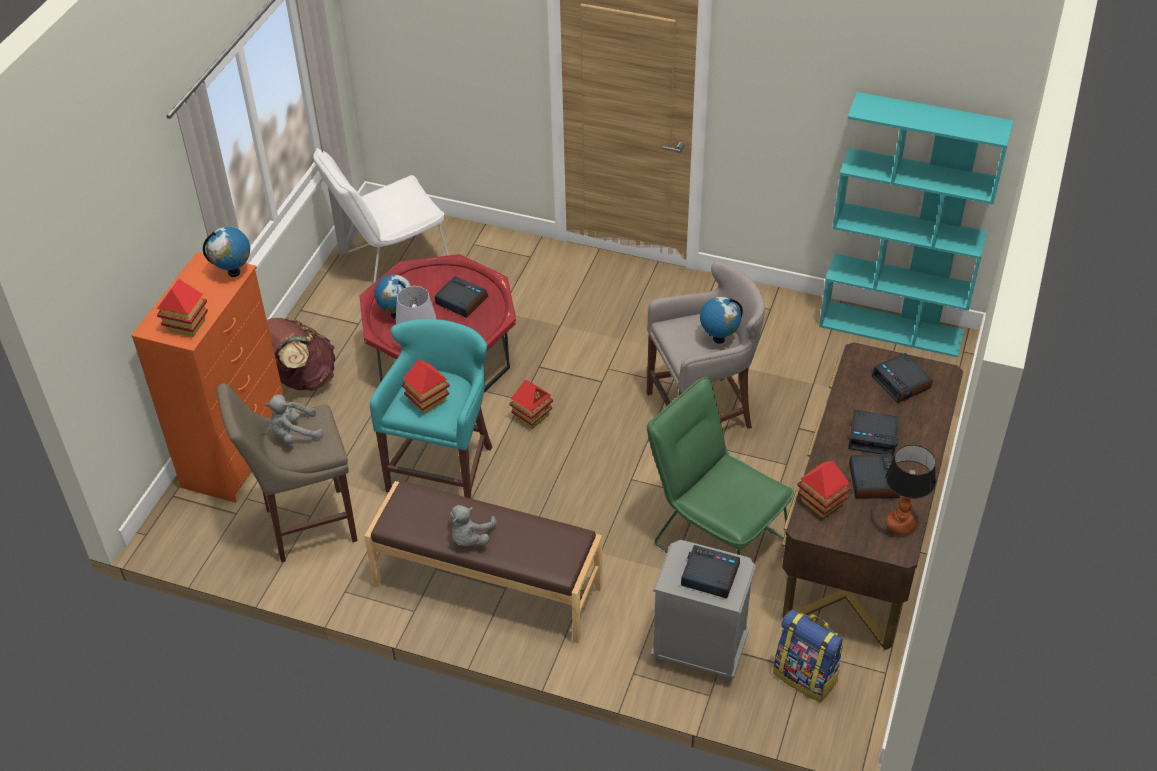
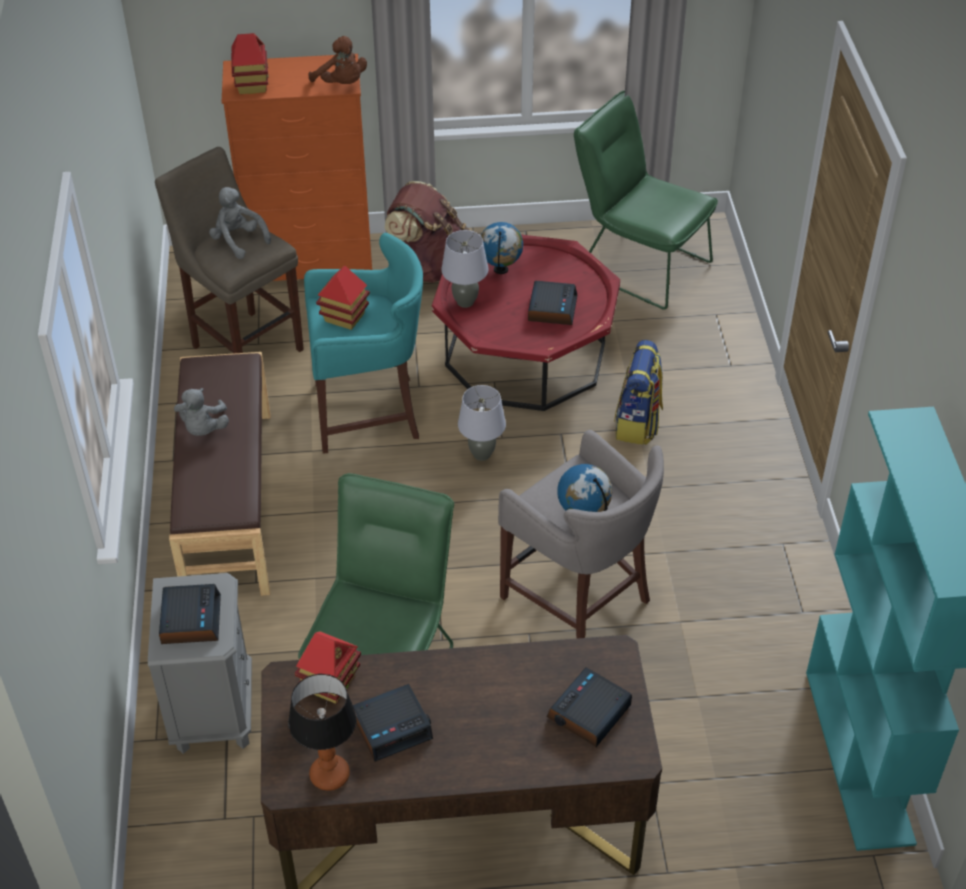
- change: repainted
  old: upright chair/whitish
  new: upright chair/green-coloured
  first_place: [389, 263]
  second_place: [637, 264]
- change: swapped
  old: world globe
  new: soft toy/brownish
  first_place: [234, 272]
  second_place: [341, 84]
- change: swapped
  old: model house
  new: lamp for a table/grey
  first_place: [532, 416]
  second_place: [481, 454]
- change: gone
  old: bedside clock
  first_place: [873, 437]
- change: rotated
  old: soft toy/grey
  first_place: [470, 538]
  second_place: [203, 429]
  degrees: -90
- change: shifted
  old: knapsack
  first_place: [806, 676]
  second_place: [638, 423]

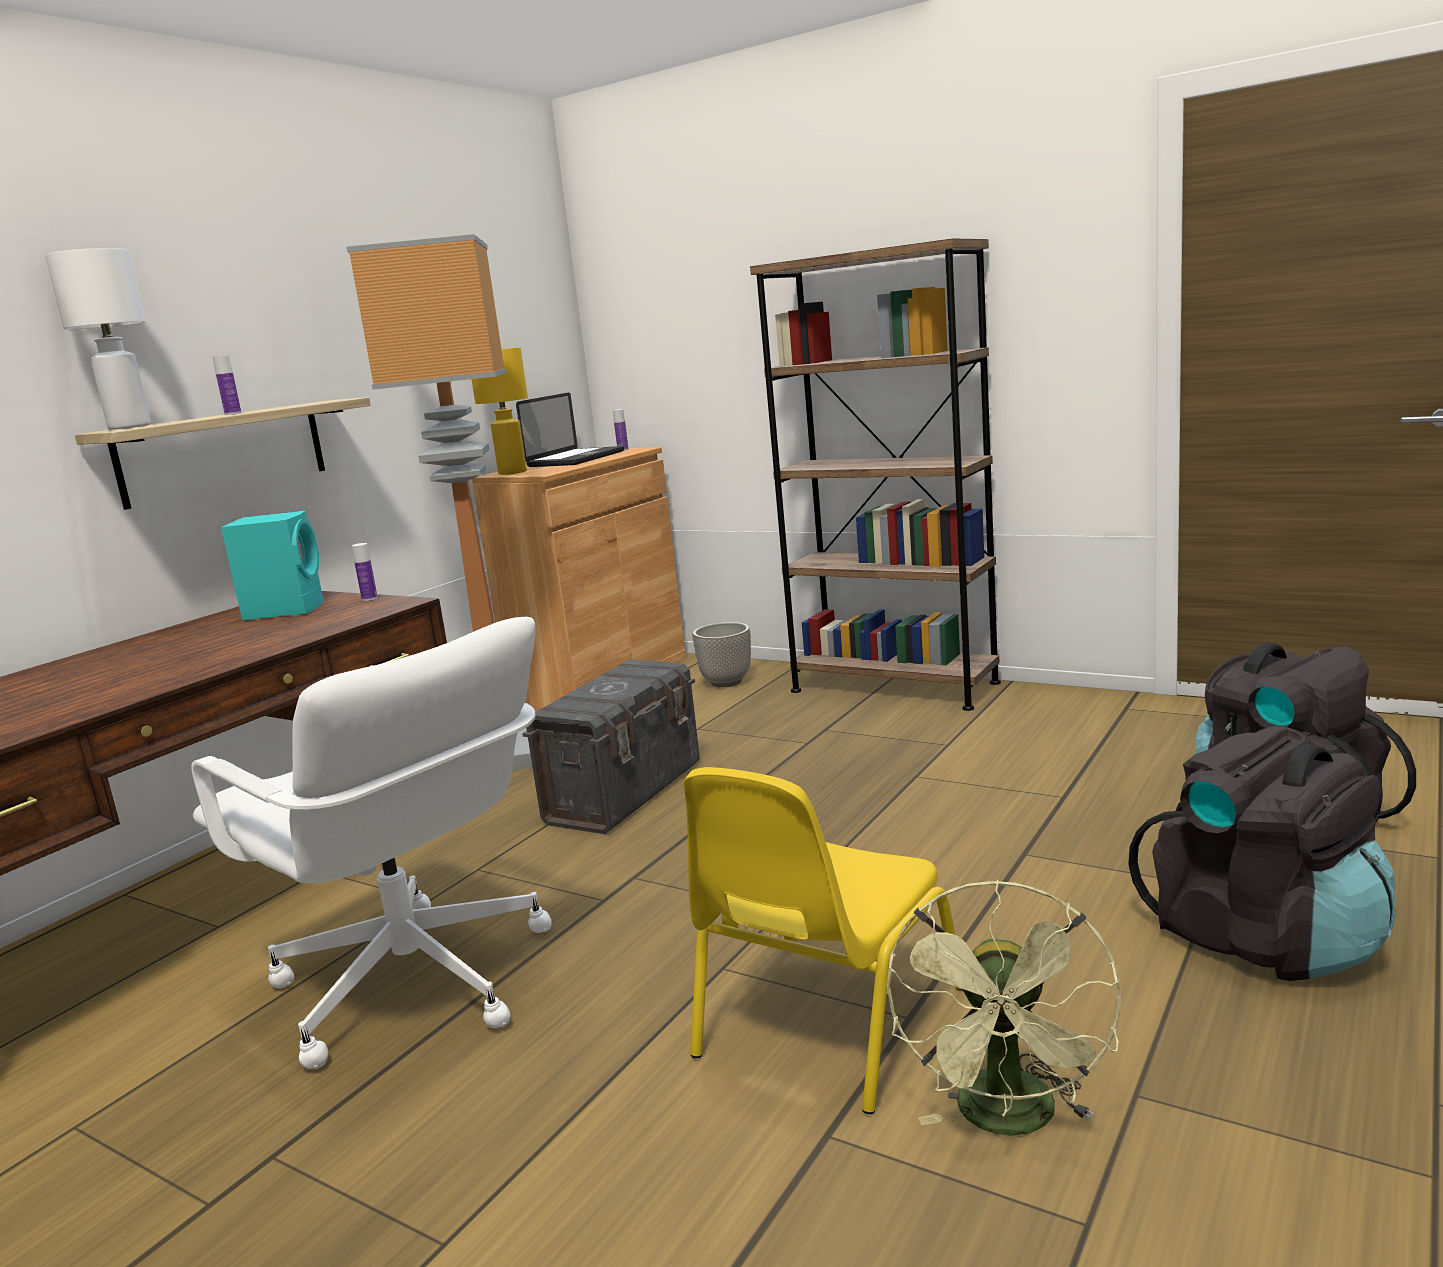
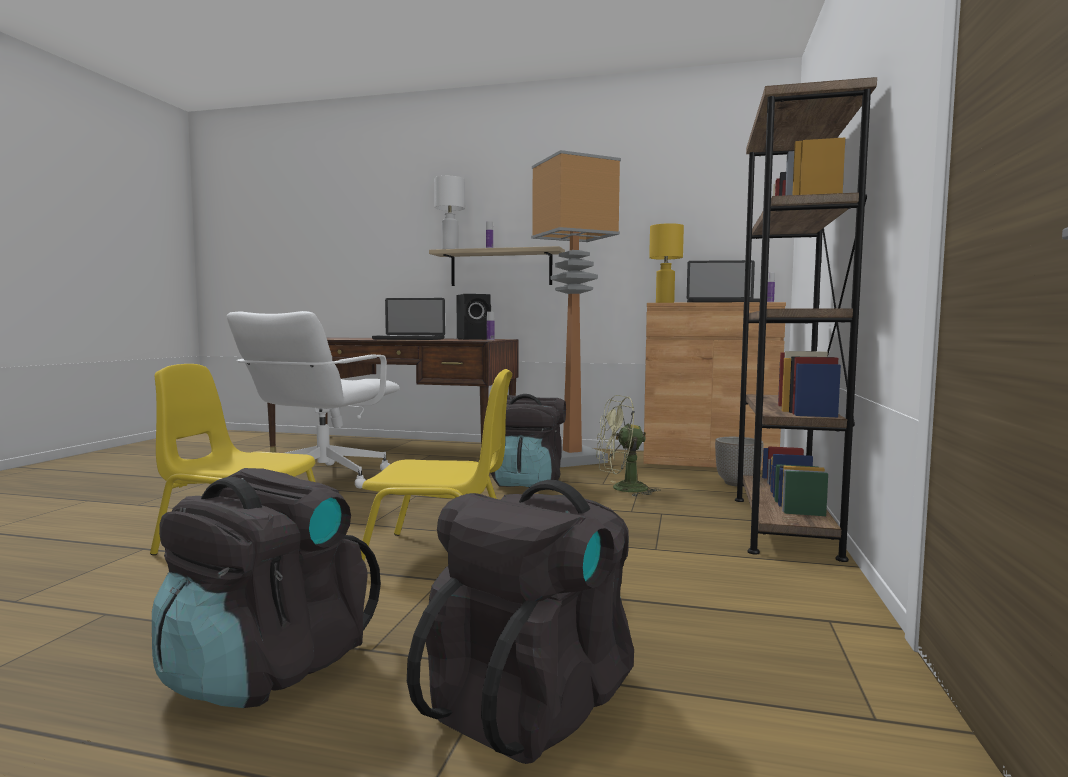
- change: repainted
  old: speaker/blue-green
  new: speaker/blackish
  first_place: [286, 610]
  second_place: [474, 339]
- change: swapped
  old: storage box/grey
  new: knapsack/blackish
  first_place: [625, 792]
  second_place: [527, 483]
- change: shifted
  old: electric fan/green-coloured
  first_place: [1011, 1121]
  second_place: [622, 489]
- change: new
  new: portable computer
  second_place: [409, 339]
- change: new
  new: upright chair/yellow
  second_place: [441, 557]

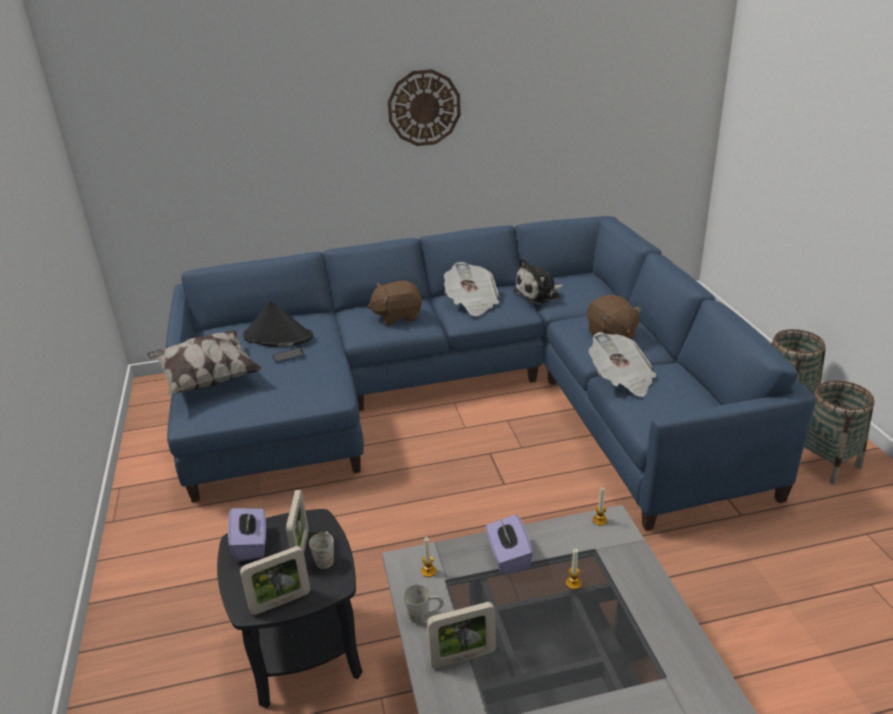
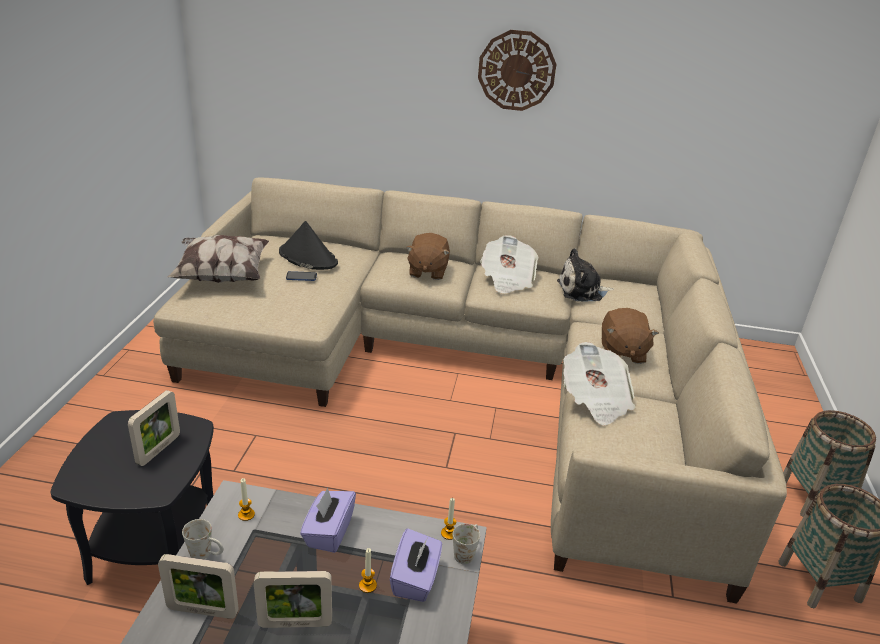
- change: repainted
  old: settee/blue-coloured
  new: settee/sand-coloured
  first_place: [464, 397]
  second_place: [471, 372]
- change: rotated
  old: soft toy/brownish
  first_place: [397, 316]
  second_place: [427, 271]
  degrees: -90
- change: shifted
  old: box of tissues/purplish
  first_place: [251, 545]
  second_place: [416, 579]
- change: shifted
  old: mug/whitish
  first_place: [325, 558]
  second_place: [466, 552]
- change: shifted
  old: photo frame
  first_place: [280, 602]
  second_place: [295, 623]

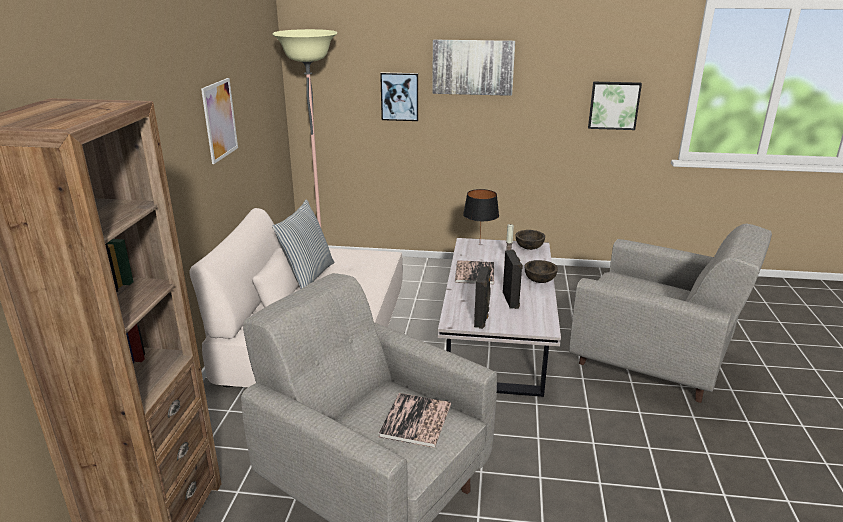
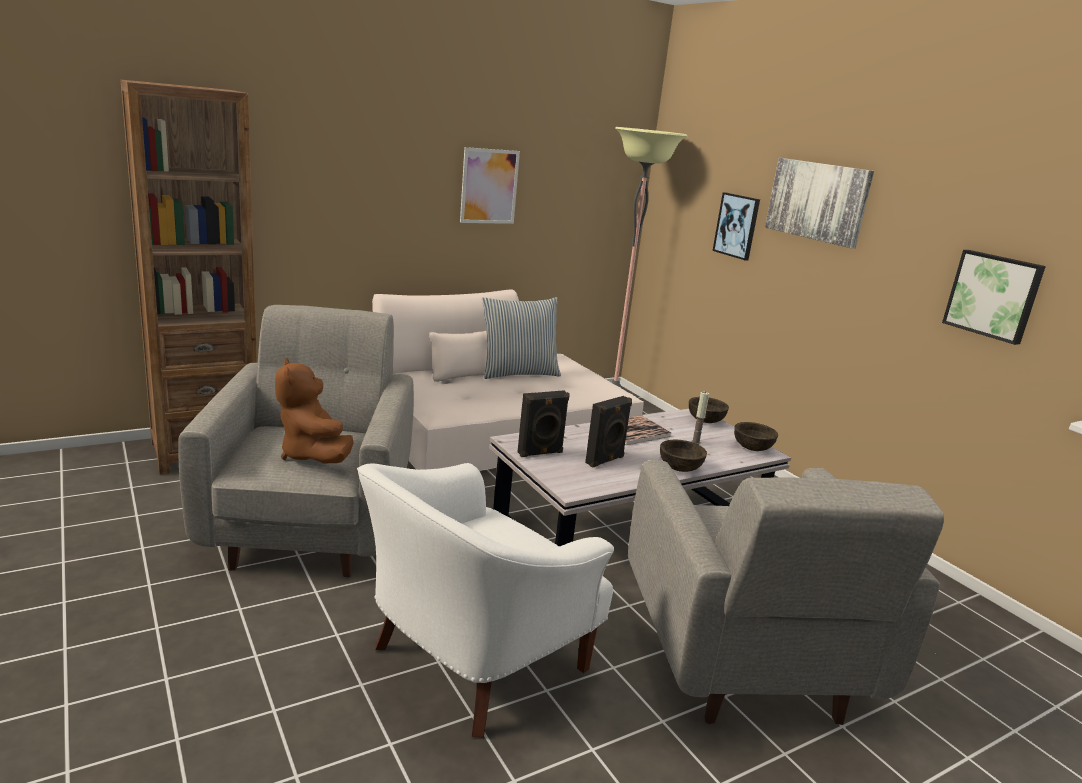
- change: swapped
  old: lamp for a table/blackish
  new: deep dish/brownish
  first_place: [479, 244]
  second_place: [705, 420]
- change: swapped
  old: bound book
  new: soft toy/brownish
  first_place: [416, 421]
  second_place: [313, 455]
- change: new
  new: easy chair/whitish
  second_place: [471, 662]

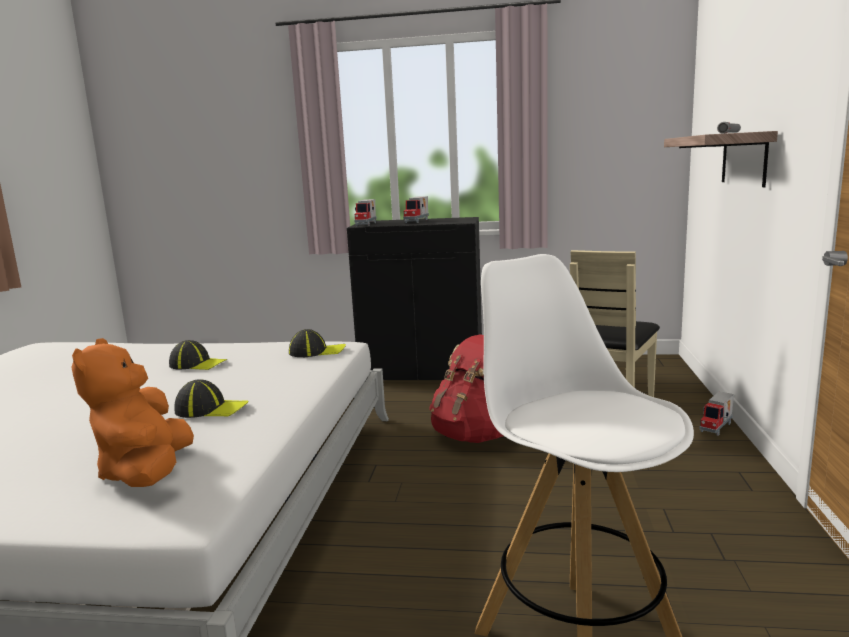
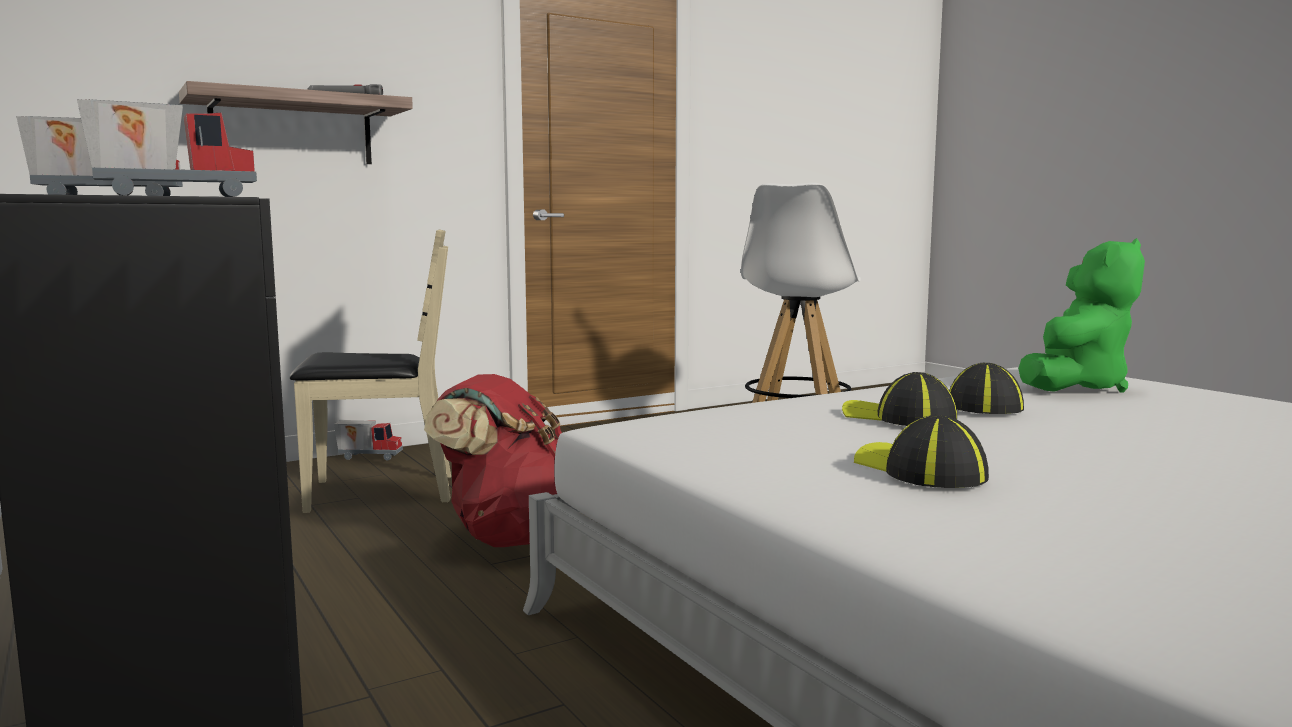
- change: shifted
  old: baseball cap
  first_place: [317, 351]
  second_place: [899, 418]
- change: repainted
  old: soft toy/orangey
  new: soft toy/green-coloured
  first_place: [147, 473]
  second_place: [1075, 387]

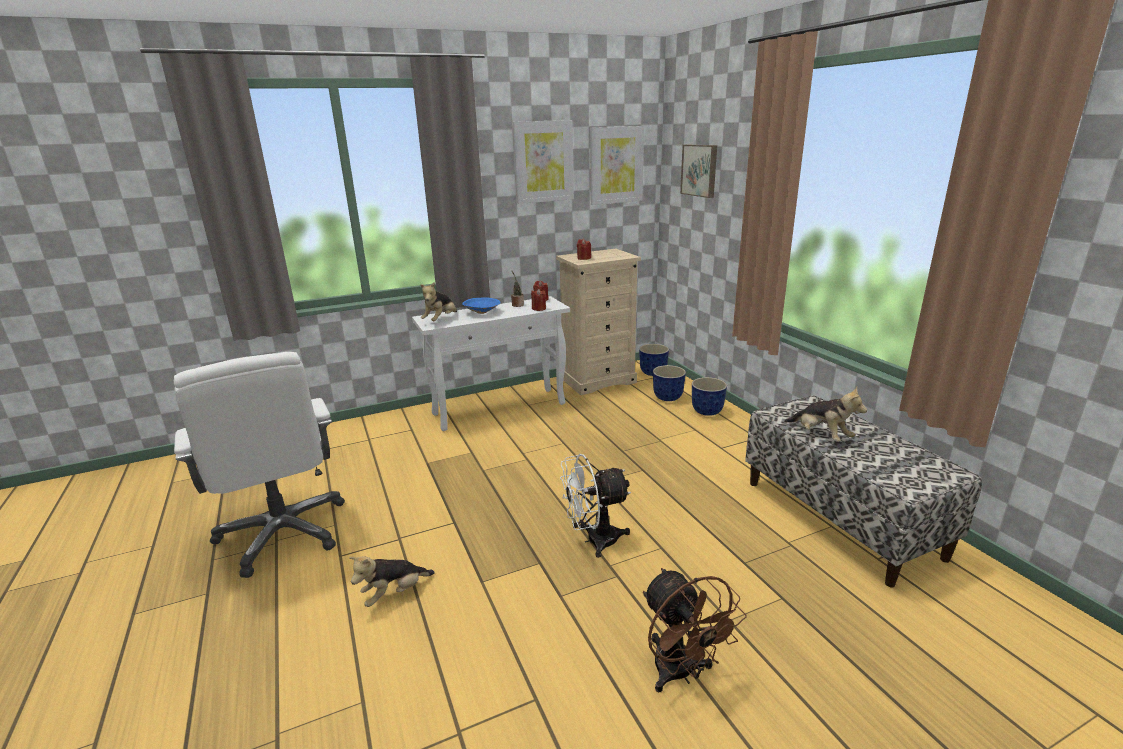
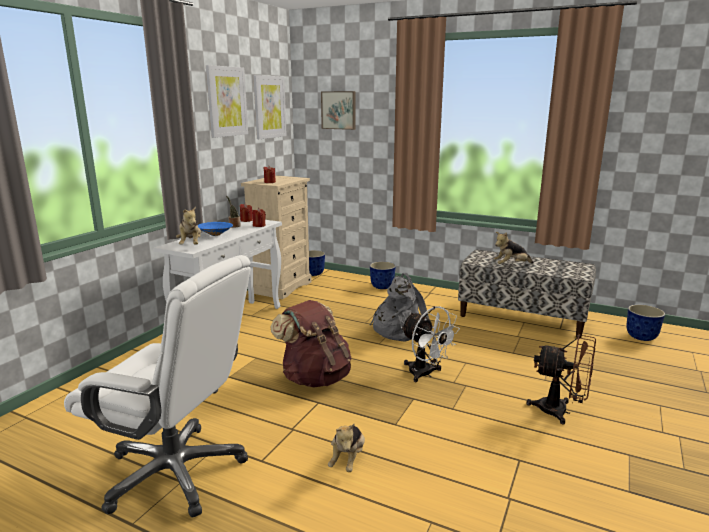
- change: shifted
  old: planter
  first_place: [668, 398]
  second_place: [641, 337]
- change: rotated
  old: soft toy
  first_place: [821, 435]
  second_place: [511, 265]
  degrees: 150
- change: rotated
  old: electric fan/whitish
  first_place: [594, 540]
  second_place: [425, 374]
  degrees: -75
- change: new
  new: knapsack/grey
  second_place: [399, 330]
- change: new
  new: knapsack/brownish
  second_place: [315, 378]

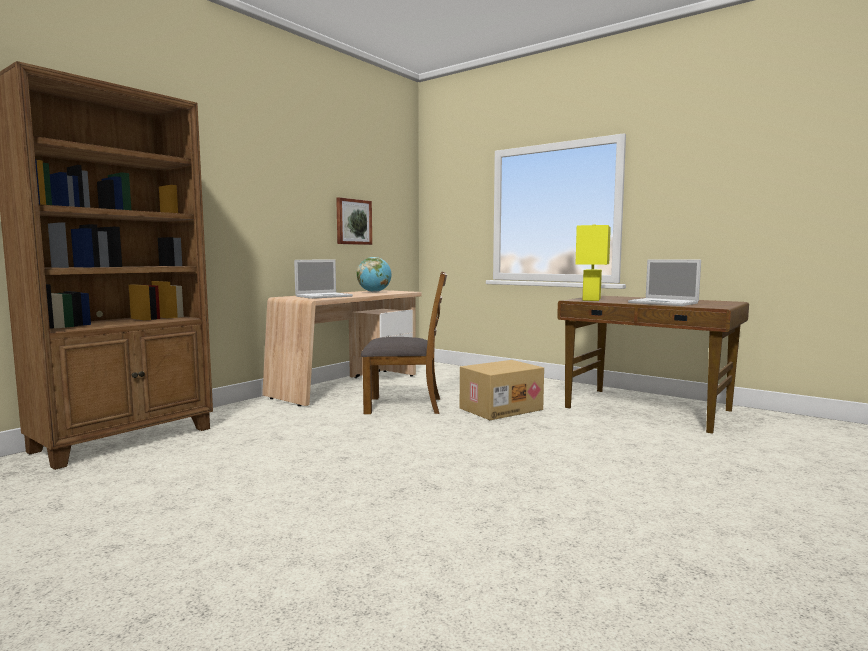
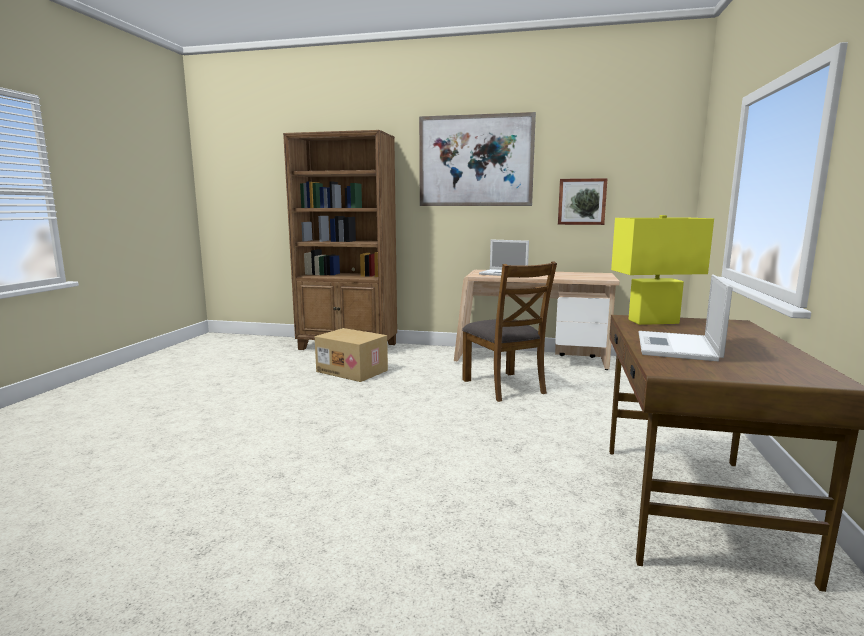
- change: gone
  old: world globe
  first_place: [374, 292]
- change: shifted
  old: packing box
  first_place: [500, 408]
  second_place: [353, 371]
- change: new
  new: wall art
  second_place: [475, 161]

